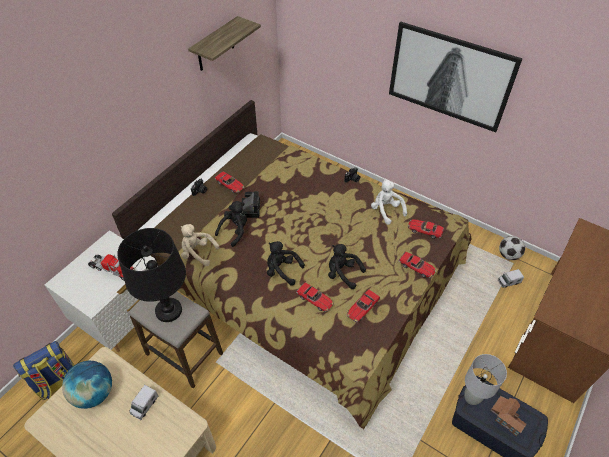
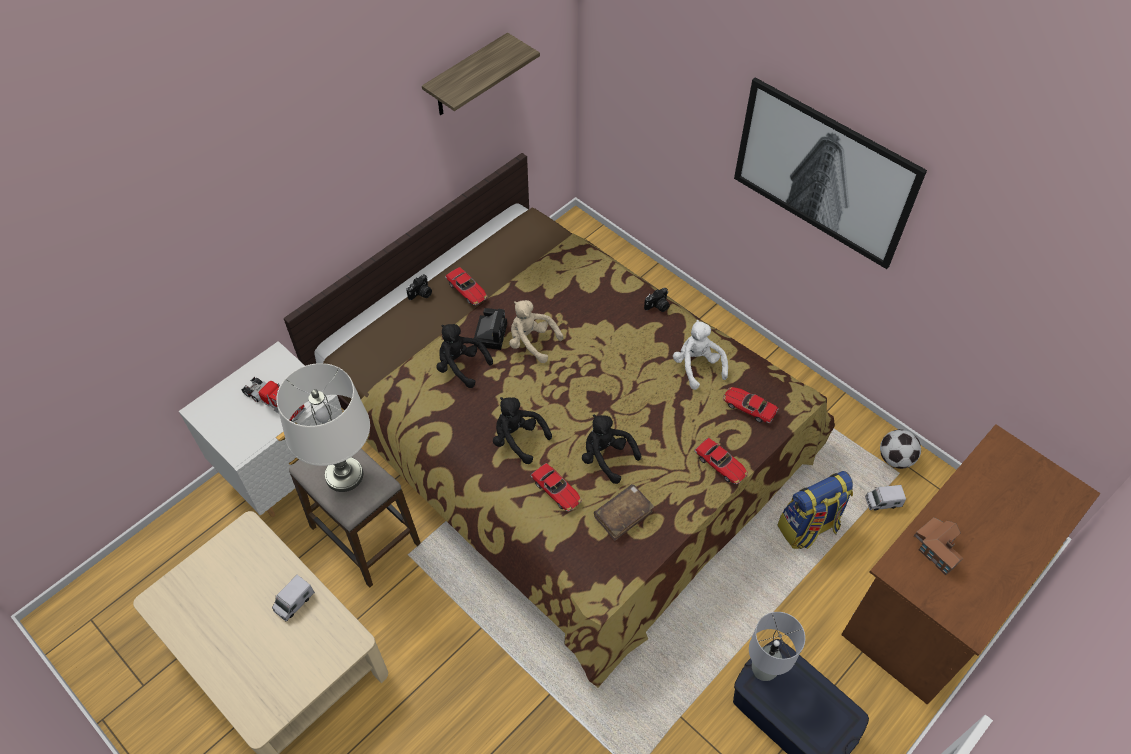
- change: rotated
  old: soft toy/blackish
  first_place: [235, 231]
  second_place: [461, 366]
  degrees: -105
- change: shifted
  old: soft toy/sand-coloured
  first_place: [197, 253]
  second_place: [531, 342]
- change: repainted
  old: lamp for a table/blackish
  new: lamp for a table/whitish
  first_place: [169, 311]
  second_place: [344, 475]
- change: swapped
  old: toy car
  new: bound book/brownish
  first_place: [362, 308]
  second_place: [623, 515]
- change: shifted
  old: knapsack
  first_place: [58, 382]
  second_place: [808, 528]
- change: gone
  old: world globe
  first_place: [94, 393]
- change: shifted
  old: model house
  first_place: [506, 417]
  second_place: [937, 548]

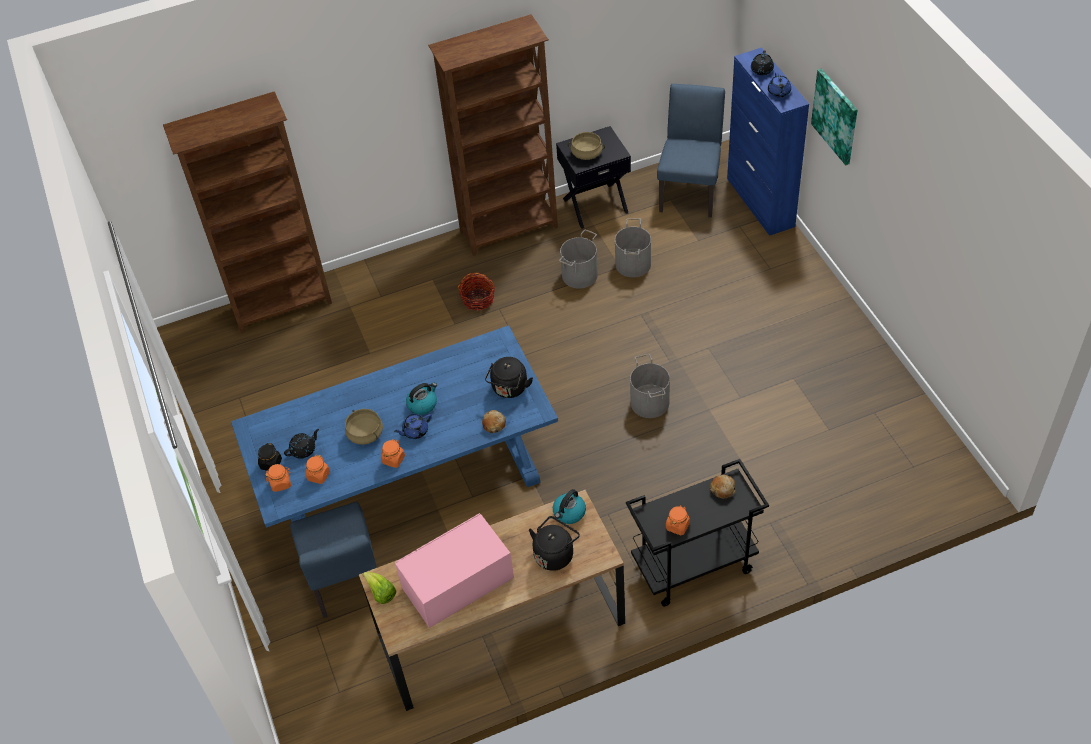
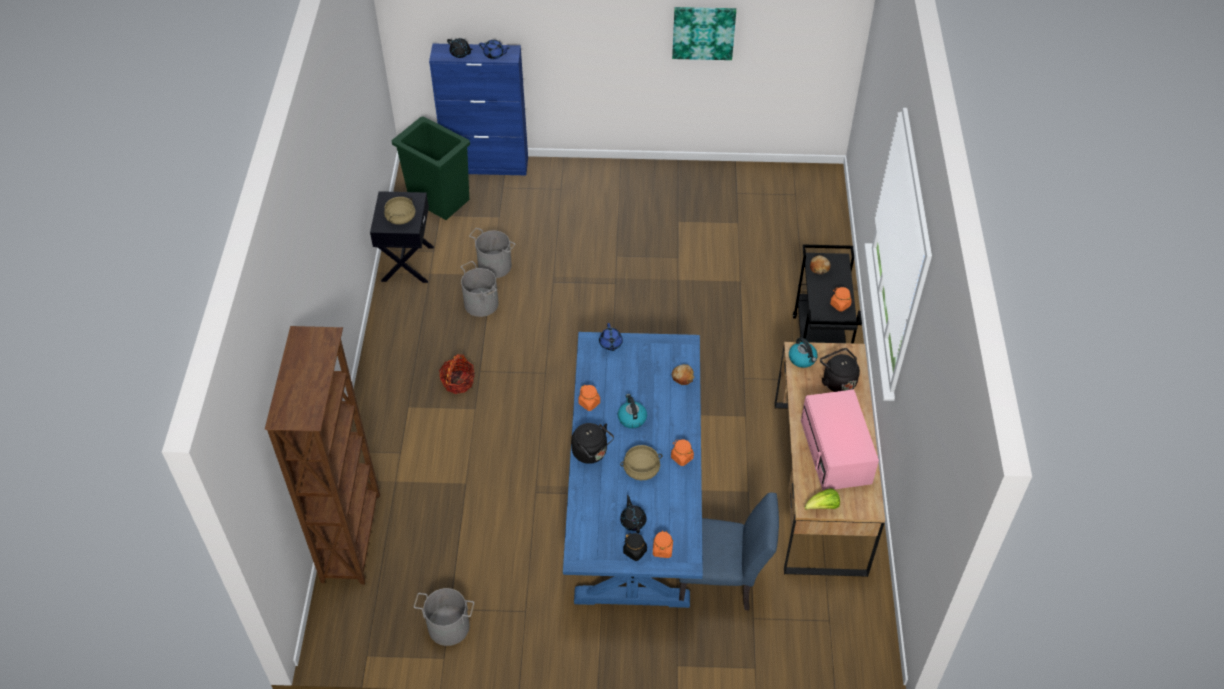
- change: gone
  old: bookshelf/brownish
  first_place: [510, 230]
- change: shifted
  old: wall art
  first_place: [836, 116]
  second_place: [703, 32]
- change: swapped
  old: upright chair/blue-coloured
  new: waste bin/green-coloured
  first_place: [690, 190]
  second_place: [439, 199]
- change: shifted
  old: bucket/grey
  first_place: [650, 402]
  second_place: [449, 626]
- change: shifted
  old: water kettle/blackish
  first_place: [509, 389]
  second_place: [591, 453]
- change: shifted
  old: tea pot/blue-coloured
  first_place: [415, 431]
  second_place: [610, 344]
- change: shifted
  old: preserve jar/orangey
  first_place: [318, 476]
  second_place: [589, 403]

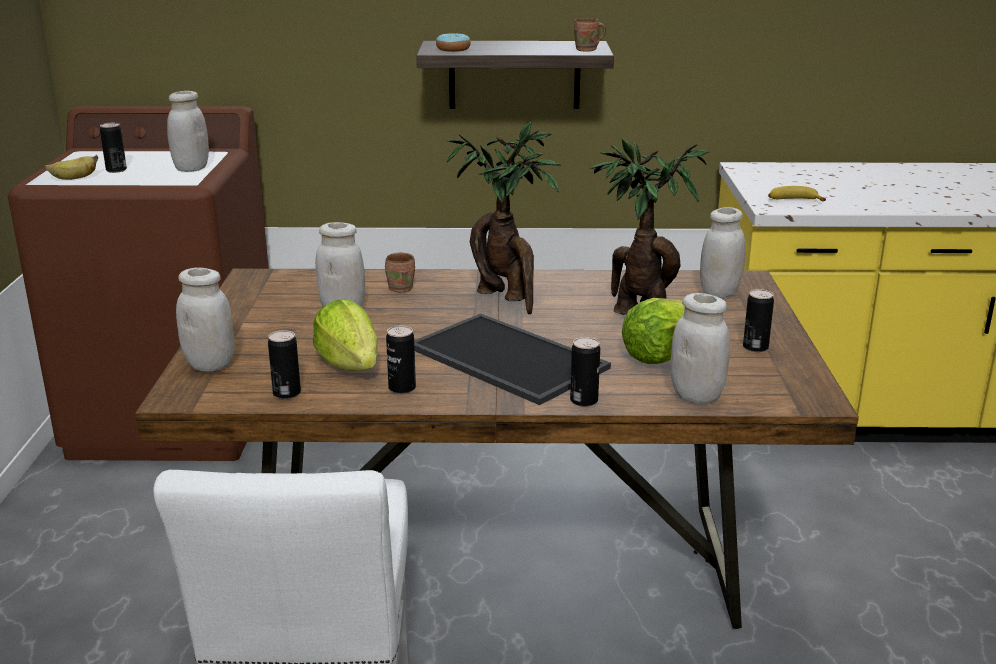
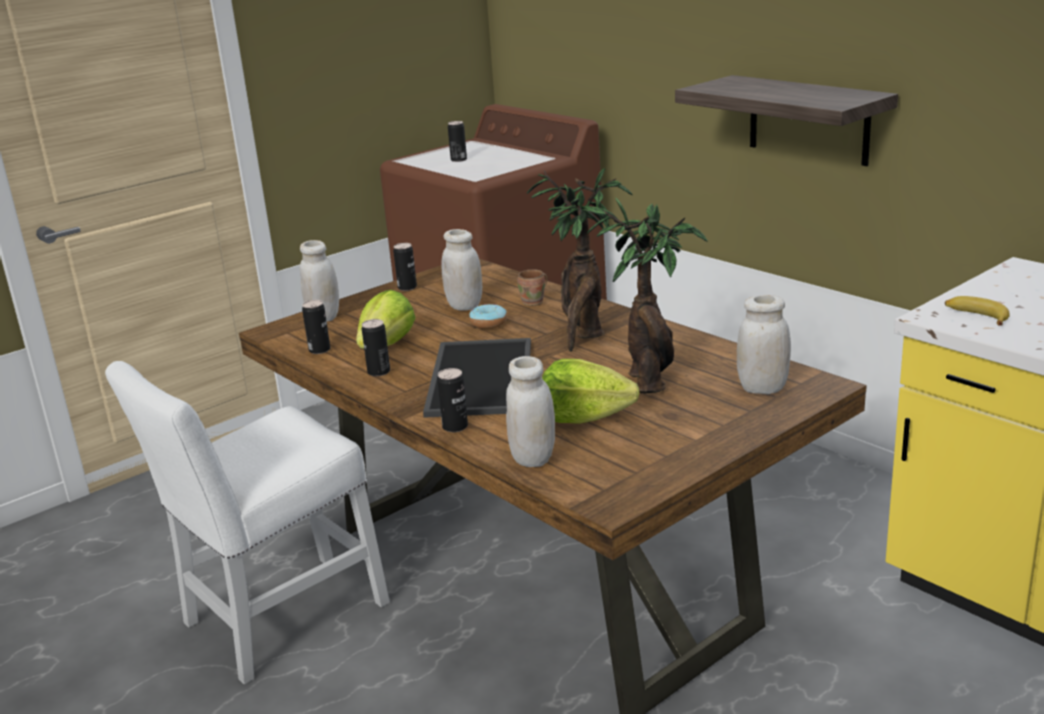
- change: gone
  old: mug/brownish
  first_place: [587, 50]
- change: shifted
  old: donut
  first_place: [453, 49]
  second_place: [488, 323]
- change: gone
  old: preserve jar/whitish
  first_place: [191, 168]
- change: gone
  old: banana fruit
  first_place: [74, 178]
- change: shifted
  old: can
  first_place: [755, 347]
  second_place: [407, 287]

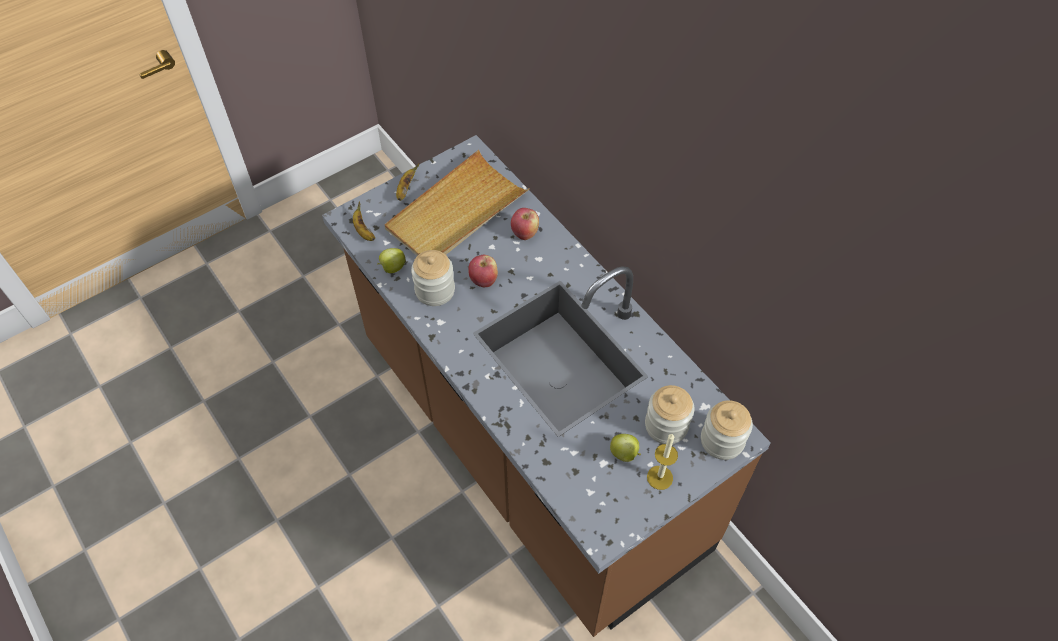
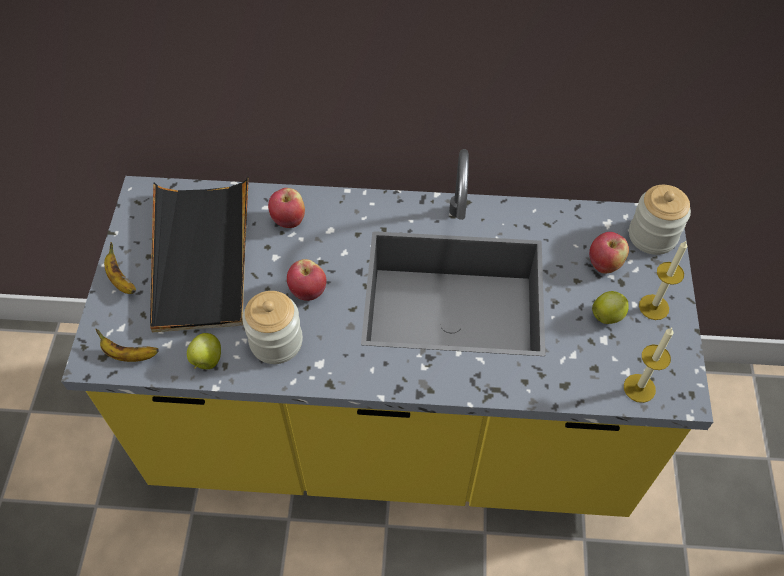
- change: repainted
  old: counter/brownish
  new: counter/yellow
  first_place: [529, 445]
  second_place: [392, 433]
- change: repainted
  old: tray/sand-coloured
  new: tray/blackish
  first_place: [456, 212]
  second_place: [201, 257]
- change: swapped
  old: preserve jar
  new: apple
  first_place: [666, 425]
  second_place: [604, 264]
- change: new
  new: wax candle
  second_place: [639, 388]

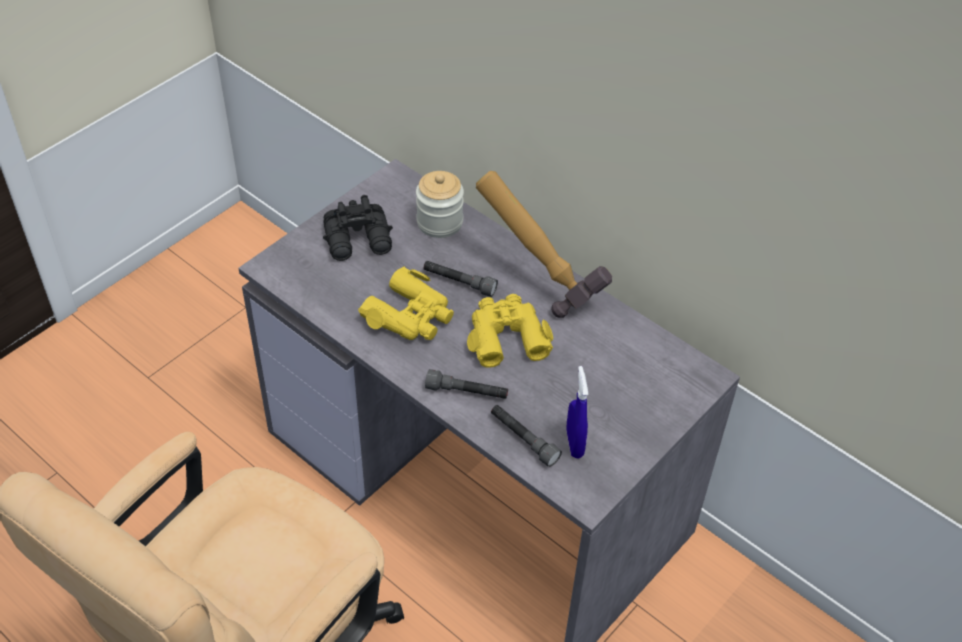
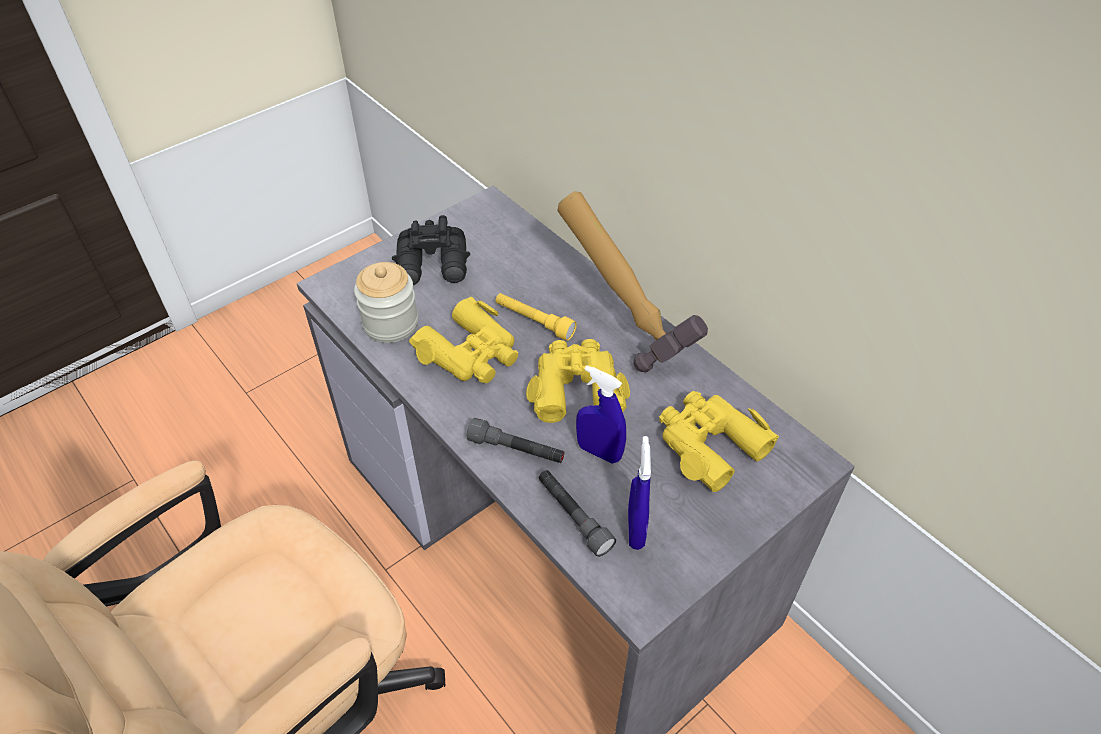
- change: shifted
  old: preserve jar
  first_place: [439, 222]
  second_place: [390, 324]
- change: repainted
  old: flashlight/grey
  new: flashlight/yellow
  first_place: [459, 283]
  second_place: [534, 321]
- change: new
  new: spray bottle/blue-coloured
  second_place: [599, 452]
- change: new
  new: pair of binoculars/yellow
  second_place: [709, 444]

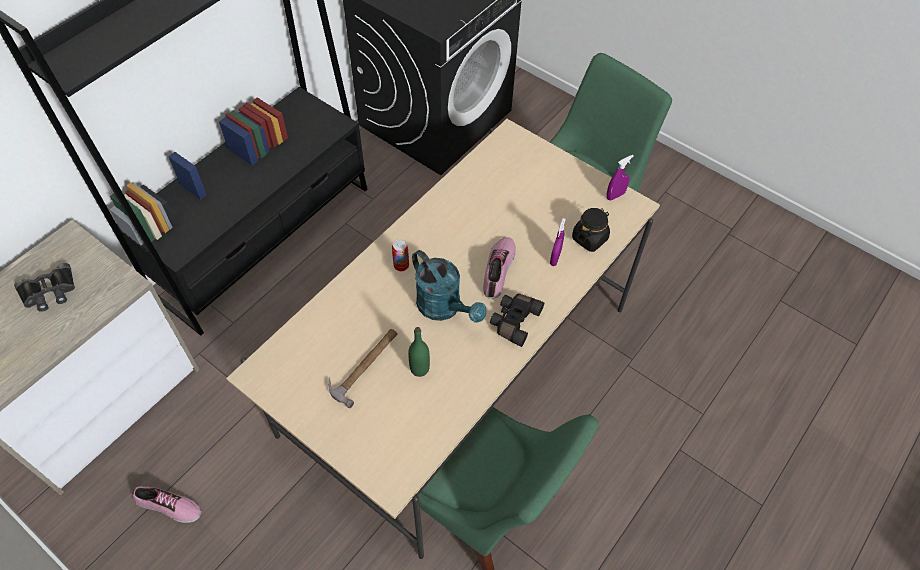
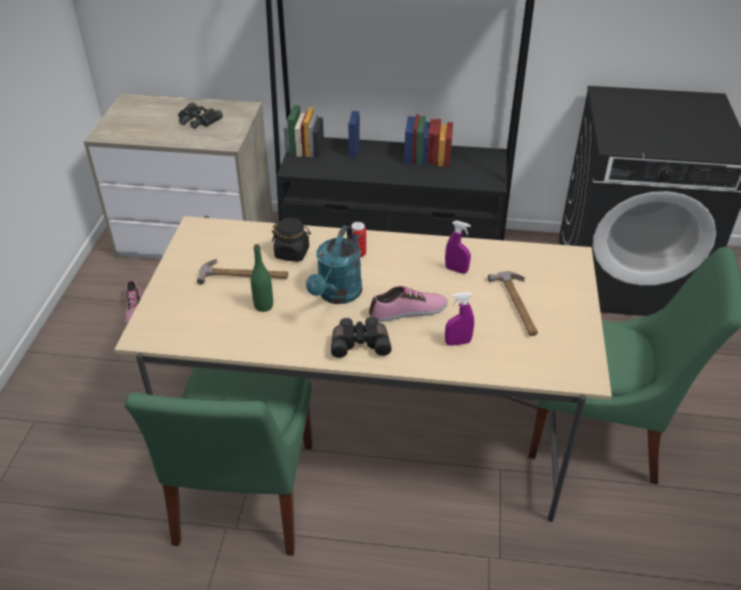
- change: shifted
  old: spray bottle/purplish
  first_place: [615, 195]
  second_place: [456, 270]
- change: shifted
  old: preserve jar/blackish
  first_place: [589, 238]
  second_place: [292, 253]
- change: new
  new: hand hammer
  second_place: [517, 305]

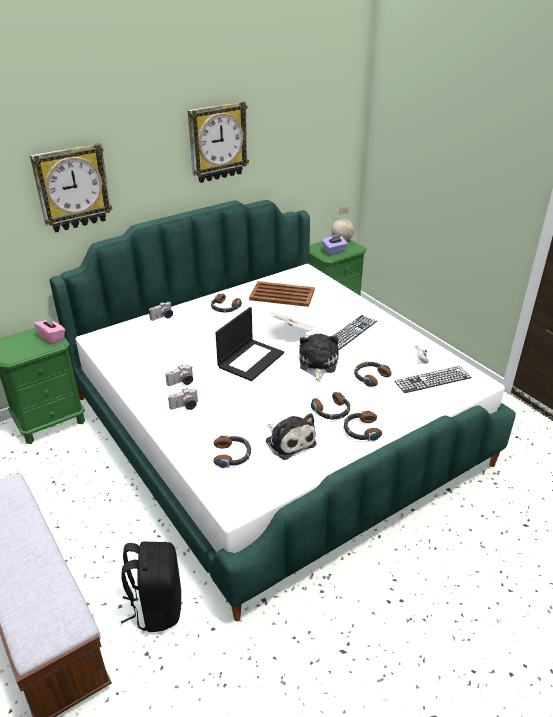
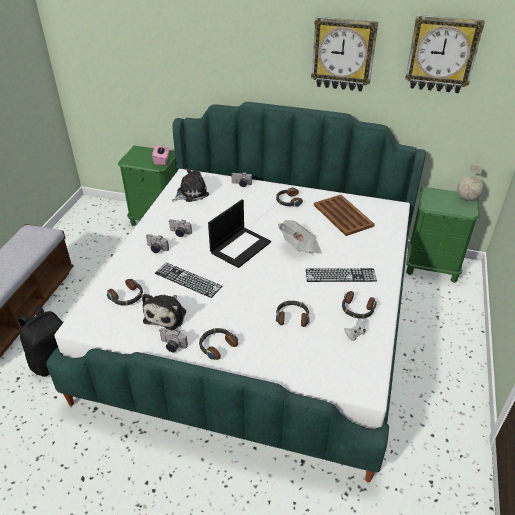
- change: shifted
  old: clock on the wall
  first_place: [72, 188]
  second_place: [442, 54]
- change: gone
  old: box of tissues/purplish
  first_place: [334, 251]
- change: rotated
  old: portable computer
  first_place: [251, 359]
  second_place: [240, 247]
  degrees: -45
- change: shifted
  old: soft toy
  first_place: [317, 364]
  second_place: [190, 193]
- change: shifted
  old: computer keyboard
  first_place: [433, 379]
  second_place: [188, 280]
- change: shifted
  old: pair of headphones
  first_place: [331, 411]
  second_place: [357, 309]
- change: new
  new: photo camera
  second_place: [172, 346]

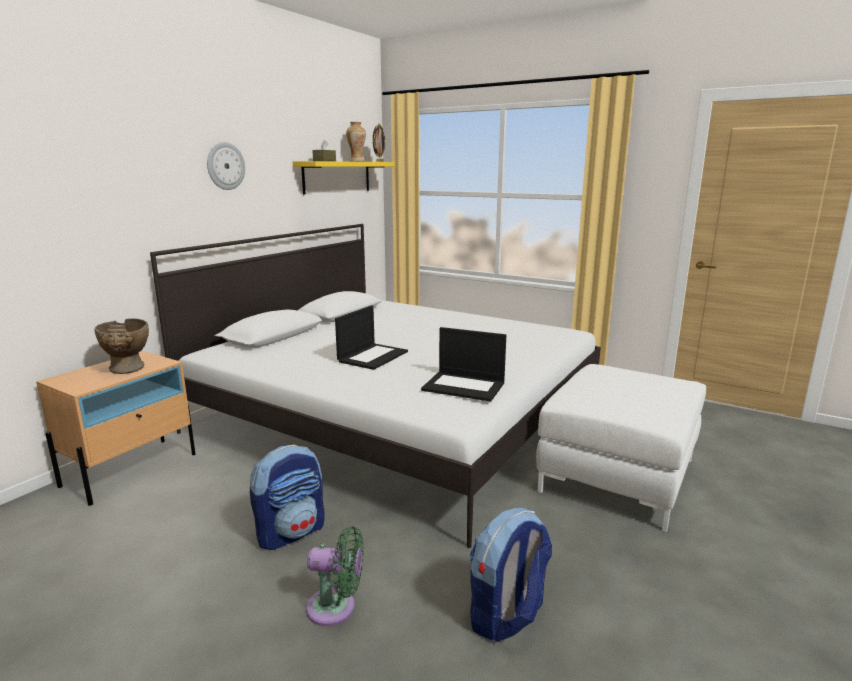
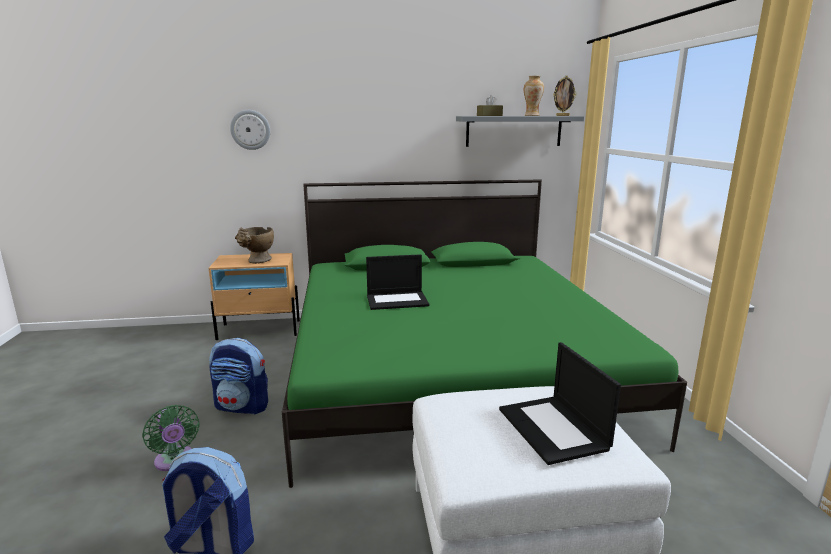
- change: shifted
  old: clock on the wall
  first_place: [225, 166]
  second_place: [250, 129]
- change: repainted
  old: bracket shelf/yellow
  new: bracket shelf/grey
  first_place: [337, 177]
  second_place: [514, 131]
- change: repainted
  old: bed/whitish
  new: bed/green-coloured
  first_place: [399, 415]
  second_place: [449, 368]
- change: shifted
  old: portable computer
  first_place: [464, 386]
  second_place: [554, 429]

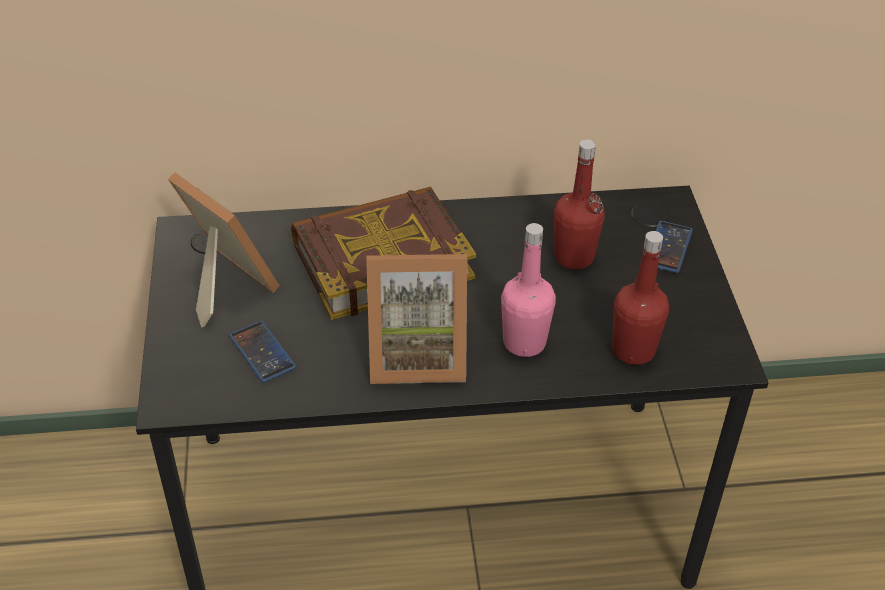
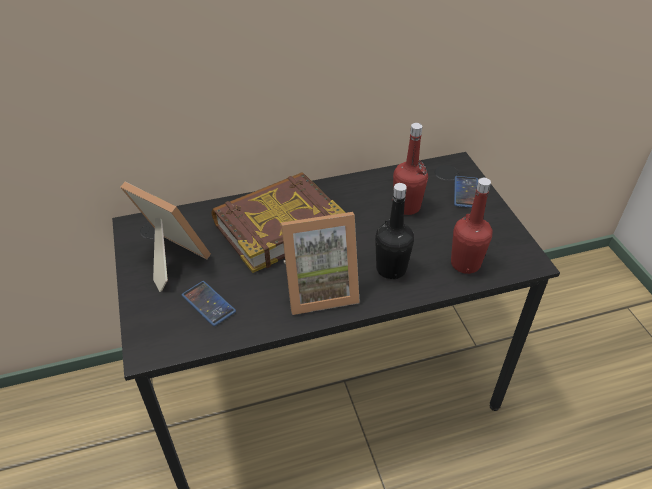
- change: repainted
  old: beverage bottle/pink
  new: beverage bottle/blackish
  first_place: [524, 342]
  second_place: [391, 269]

